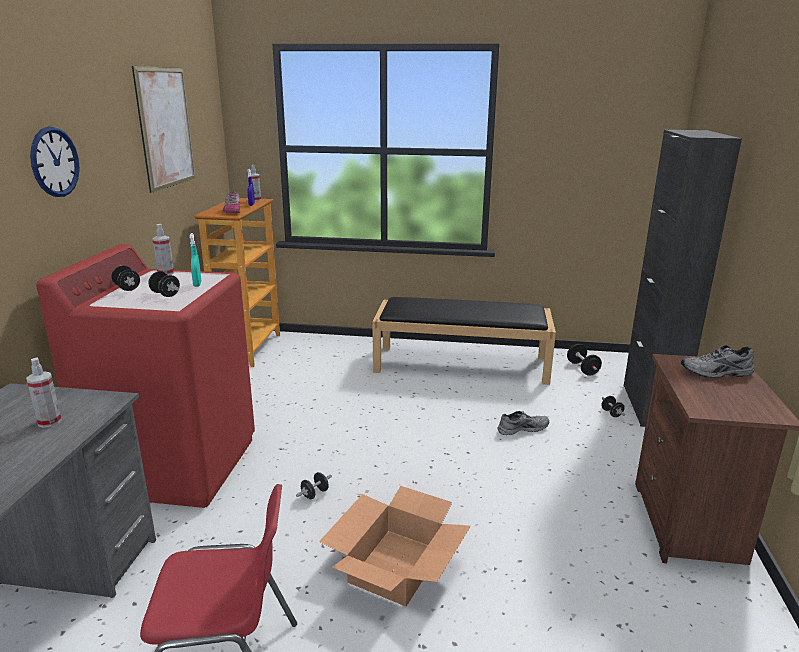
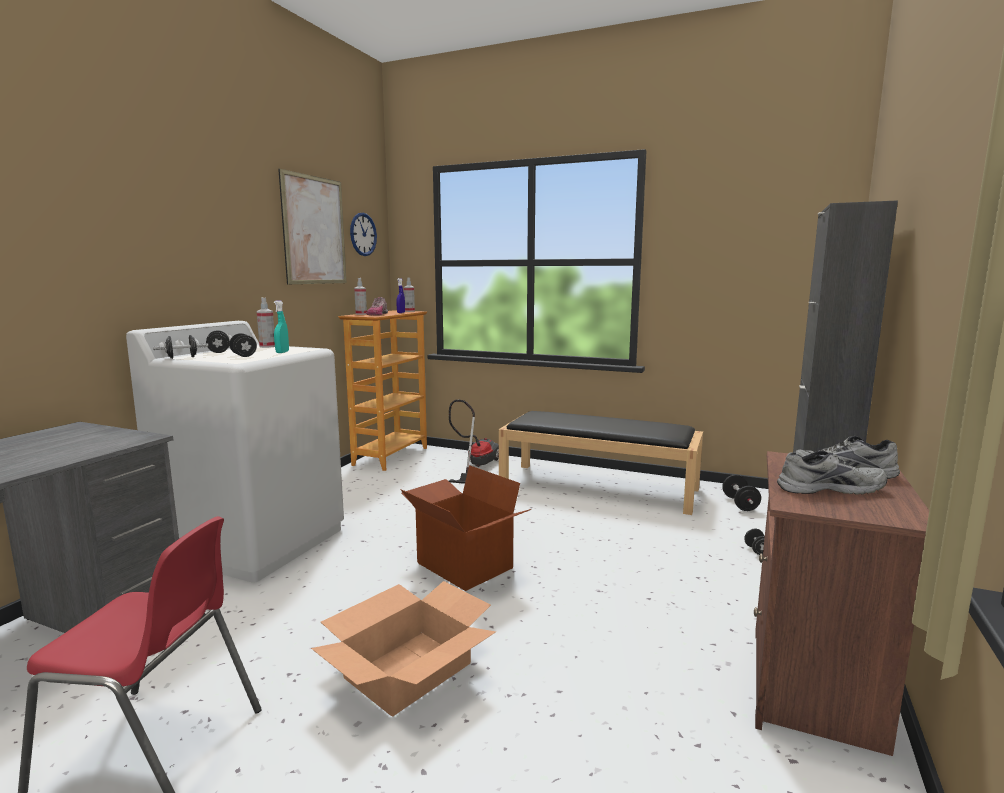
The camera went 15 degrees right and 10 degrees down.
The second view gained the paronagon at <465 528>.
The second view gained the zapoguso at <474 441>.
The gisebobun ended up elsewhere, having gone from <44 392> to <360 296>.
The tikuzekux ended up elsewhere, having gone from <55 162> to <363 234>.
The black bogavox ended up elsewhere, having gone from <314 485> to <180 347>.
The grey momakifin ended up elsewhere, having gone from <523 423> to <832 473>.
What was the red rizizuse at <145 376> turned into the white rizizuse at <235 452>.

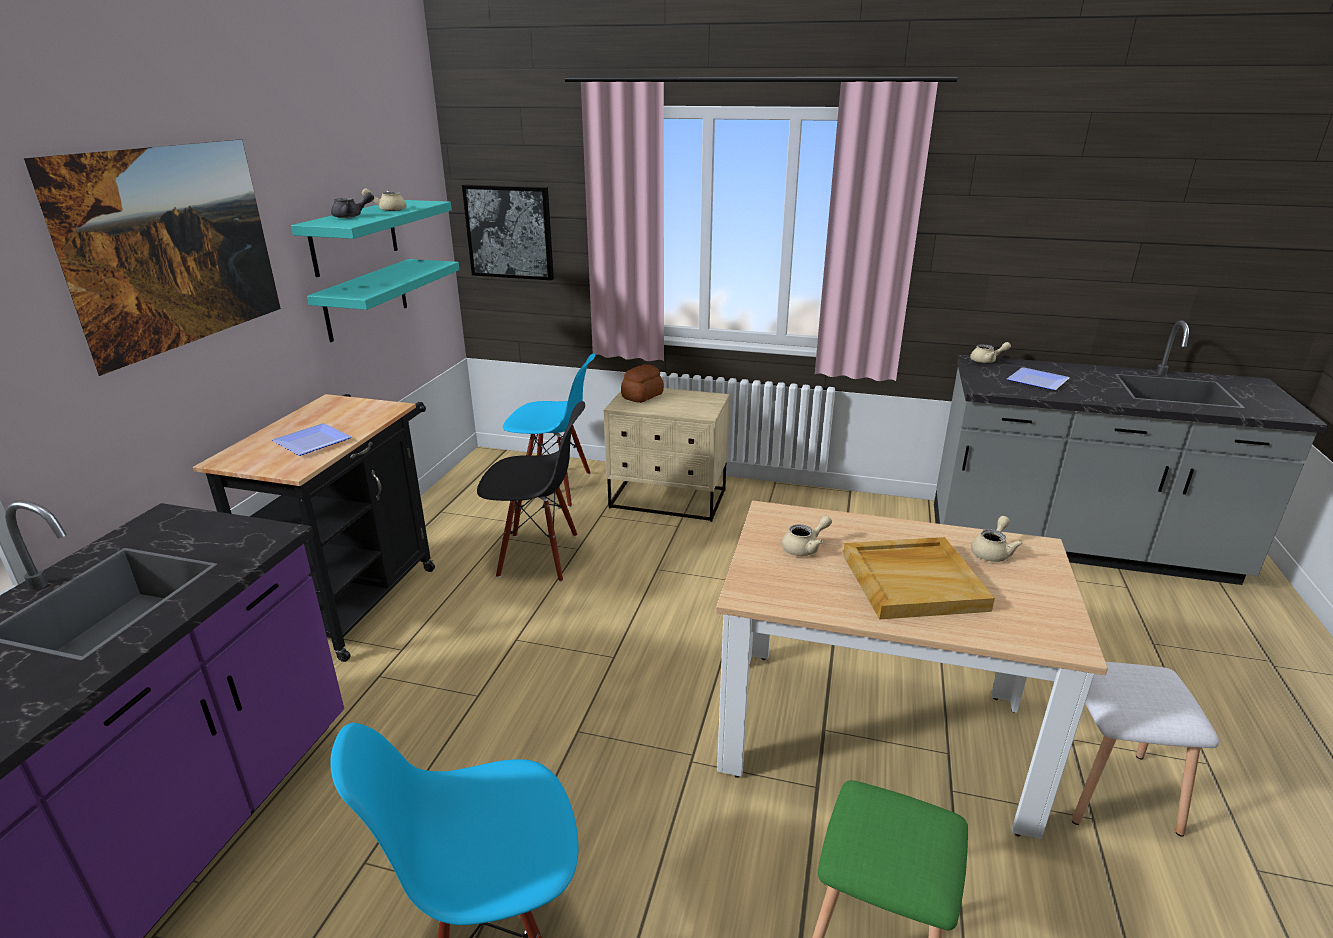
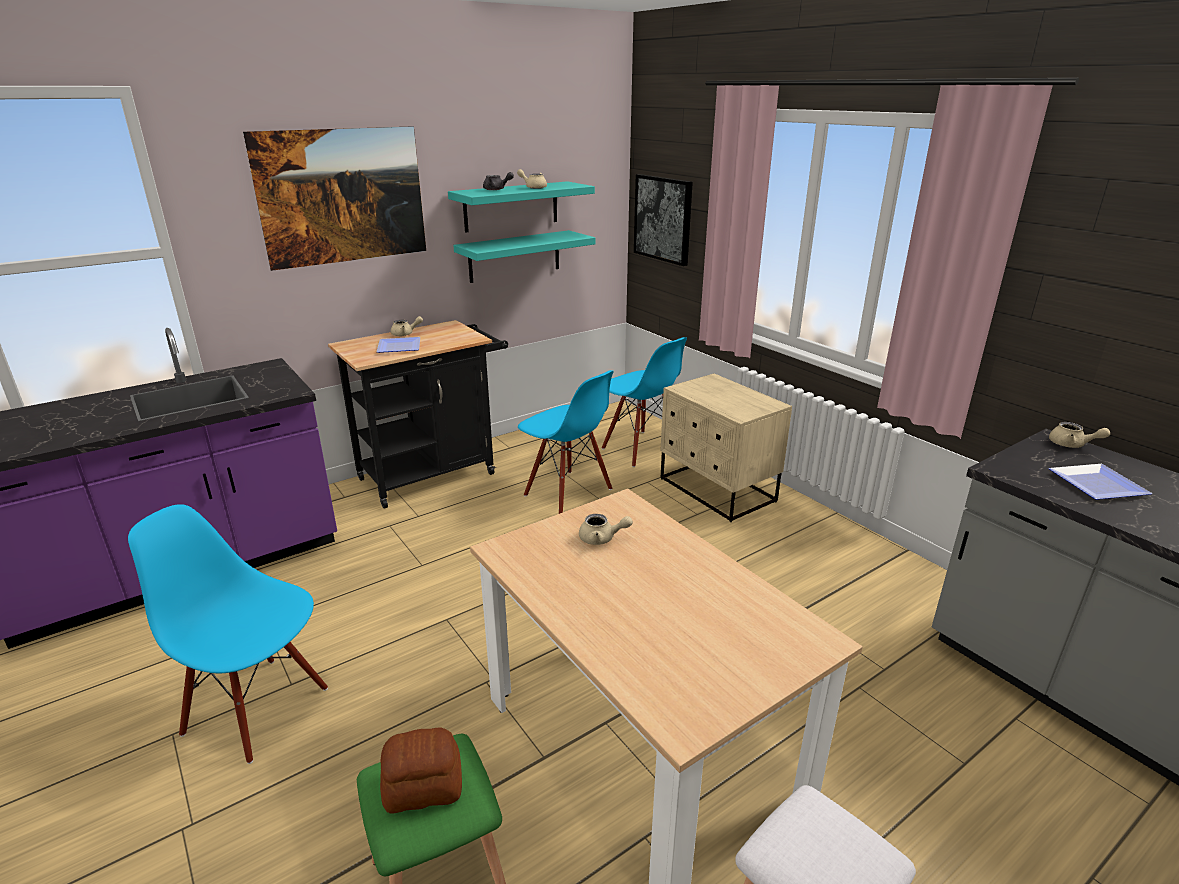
The camera went 40 degrees right and 0 degrees up.
The second view lost the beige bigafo at <919 578>.
The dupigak ended up elsewhere, having gone from <642 383> to <421 770>.
The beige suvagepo ended up elsewhere, having gone from <997 539> to <407 326>.
What was the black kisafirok at <531 491> turned into the blue kisafirok at <566 442>.

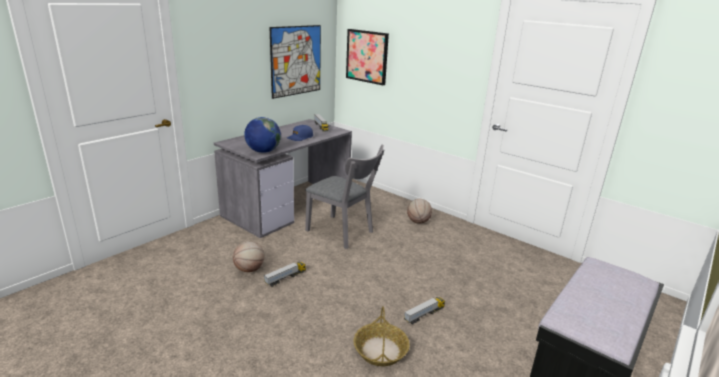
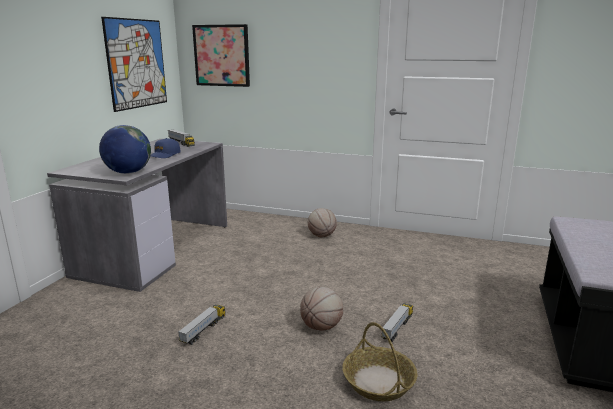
The camera went 20 degrees left and 5 degrees down.
The second view lost the grey kisafirok at <344 196>.
The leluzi ended up elsewhere, having gone from <249 256> to <321 308>.

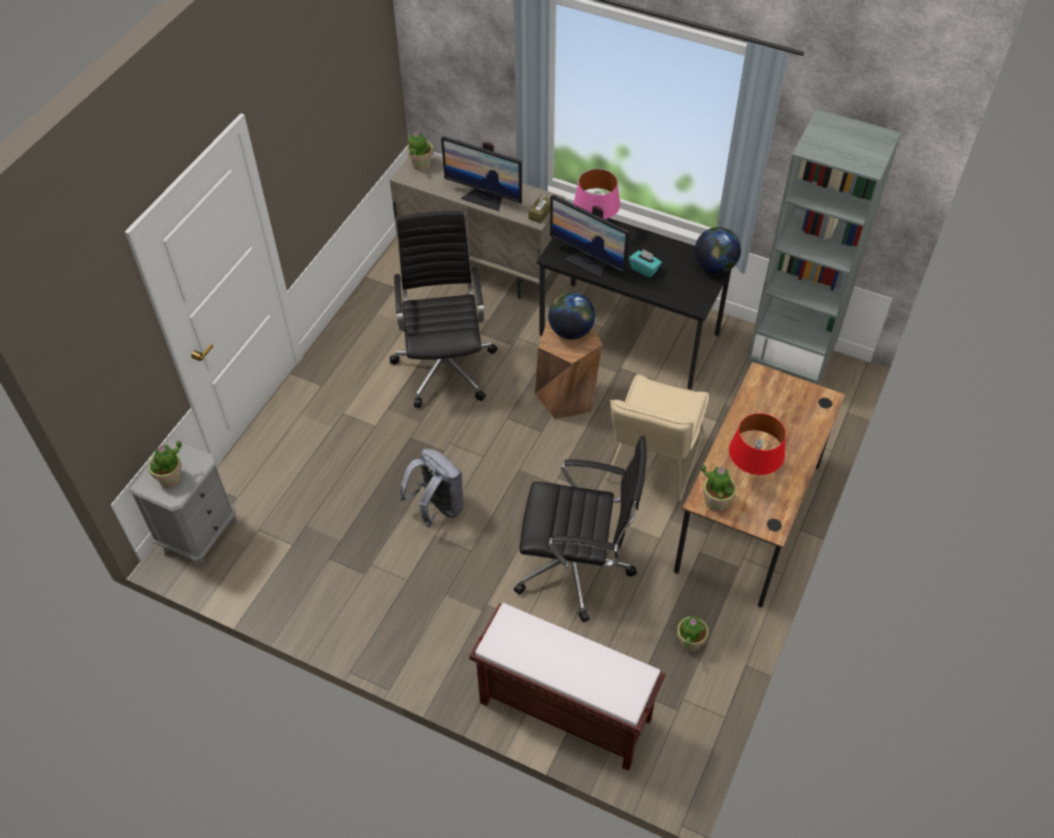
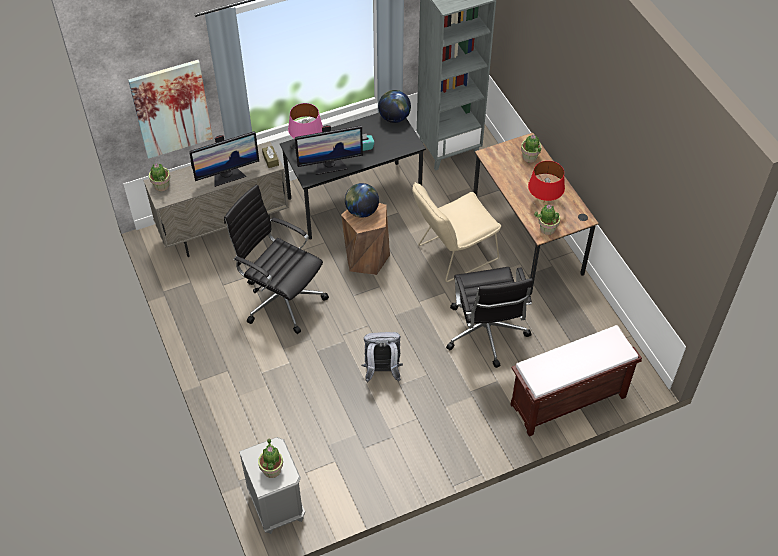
The camera went 50 degrees left and 0 degrees up.
The second view gained the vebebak at <170 109>.
The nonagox ended up elsewhere, having gone from <692 633> to <531 148>.
The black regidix at <580 529> ended up facing another way, 120 degrees clockwise from before.
The beige kisafirok at <657 437> ended up facing another way, 90 degrees clockwise from before.

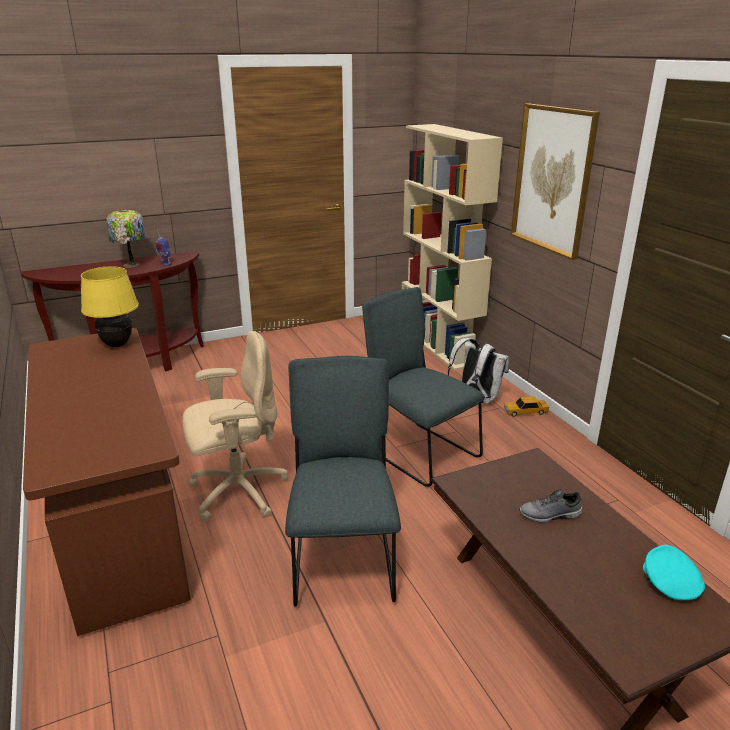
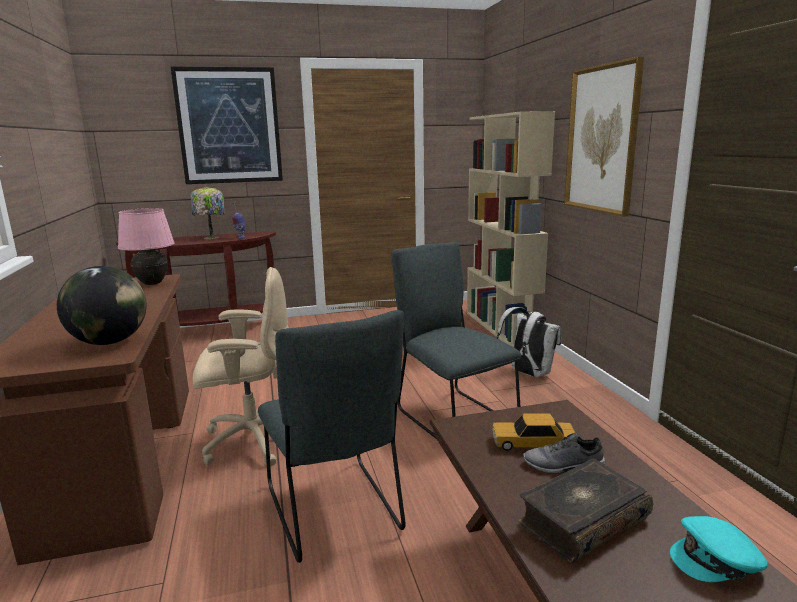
The camera went 10 degrees right and 10 degrees down.
The second view gained the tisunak at <102 305>.
The second view gained the vebebak at <227 125>.
The second view gained the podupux at <585 511>.
The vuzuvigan ended up elsewhere, having gone from <527 406> to <534 432>.
What was the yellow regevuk at <110 306> turned into the pink regevuk at <146 246>.
The grey kisafirok at <343 481> ended up facing another way, 150 degrees clockwise from before.
The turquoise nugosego at <674 572> ended up facing another way, 105 degrees counterclockwise from before.

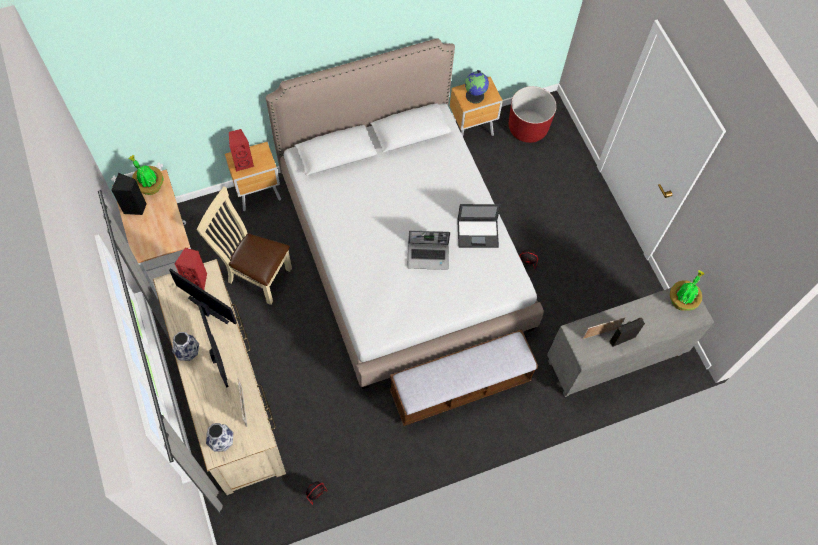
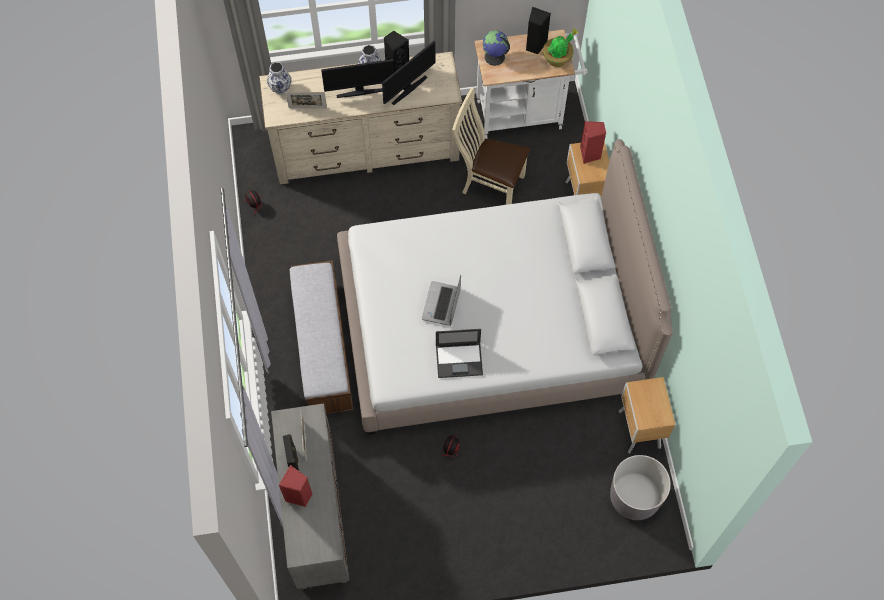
The camera went 105 degrees right and 0 degrees up.
The second view lost the nonagox at <687 290>.
The second view gained the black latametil at <396 51>.
The red latametil ended up elsewhere, having gone from <191 269> to <295 486>.
The tisunak ended up elsewhere, having gone from <477 86> to <496 48>.
What was the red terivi at <533 114> turned into the grey terivi at <640 487>.
The beige kisafirok at <244 246> ended up facing another way, 105 degrees counterclockwise from before.
The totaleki at <479 226> ended up facing another way, 105 degrees counterclockwise from before.

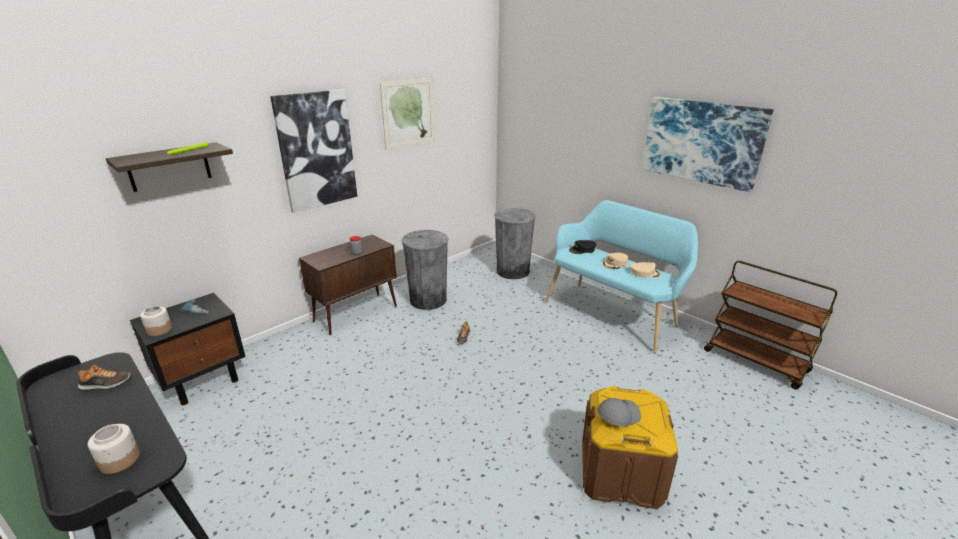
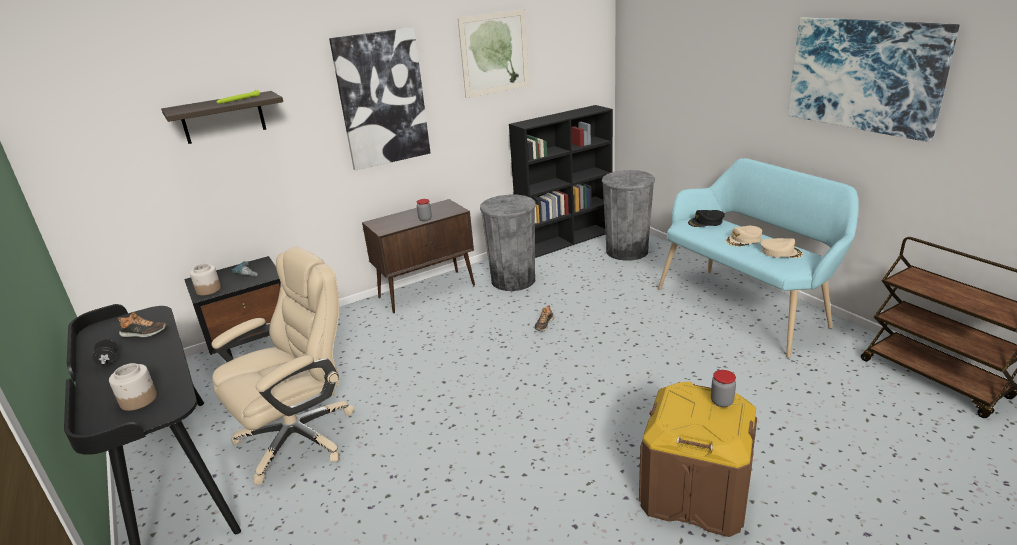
The camera went 15 degrees right and 0 degrees up.
The second view lost the grey nugosego at <619 412>.
The second view gained the black bogavox at <105 352>.
The second view gained the beige regidix at <283 366>.
The second view gained the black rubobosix at <561 181>.
The second view gained the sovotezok at <723 388>.

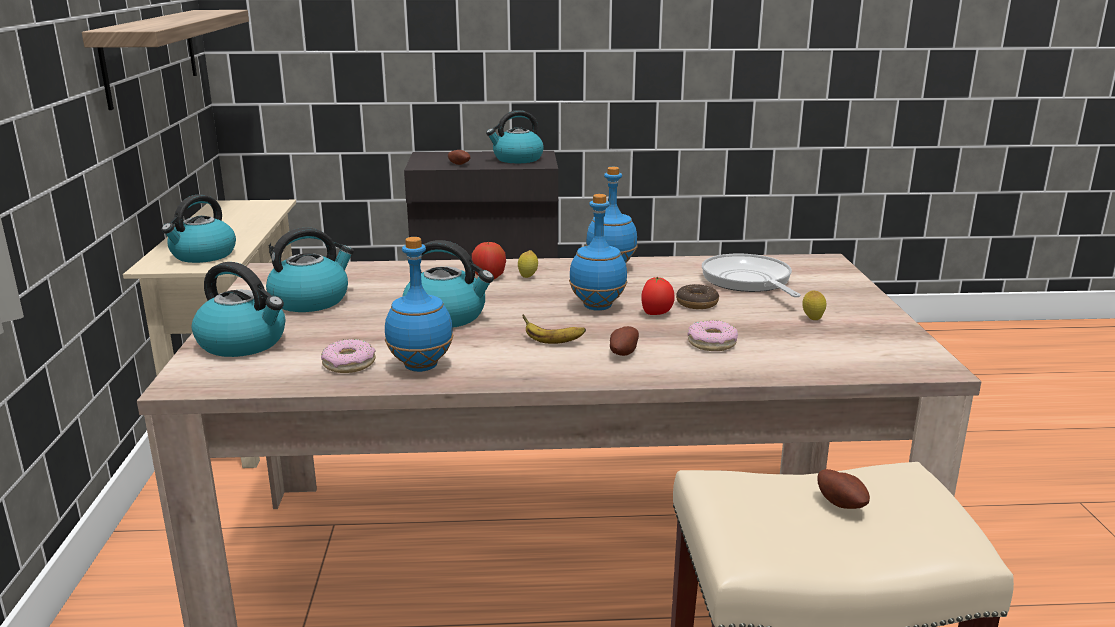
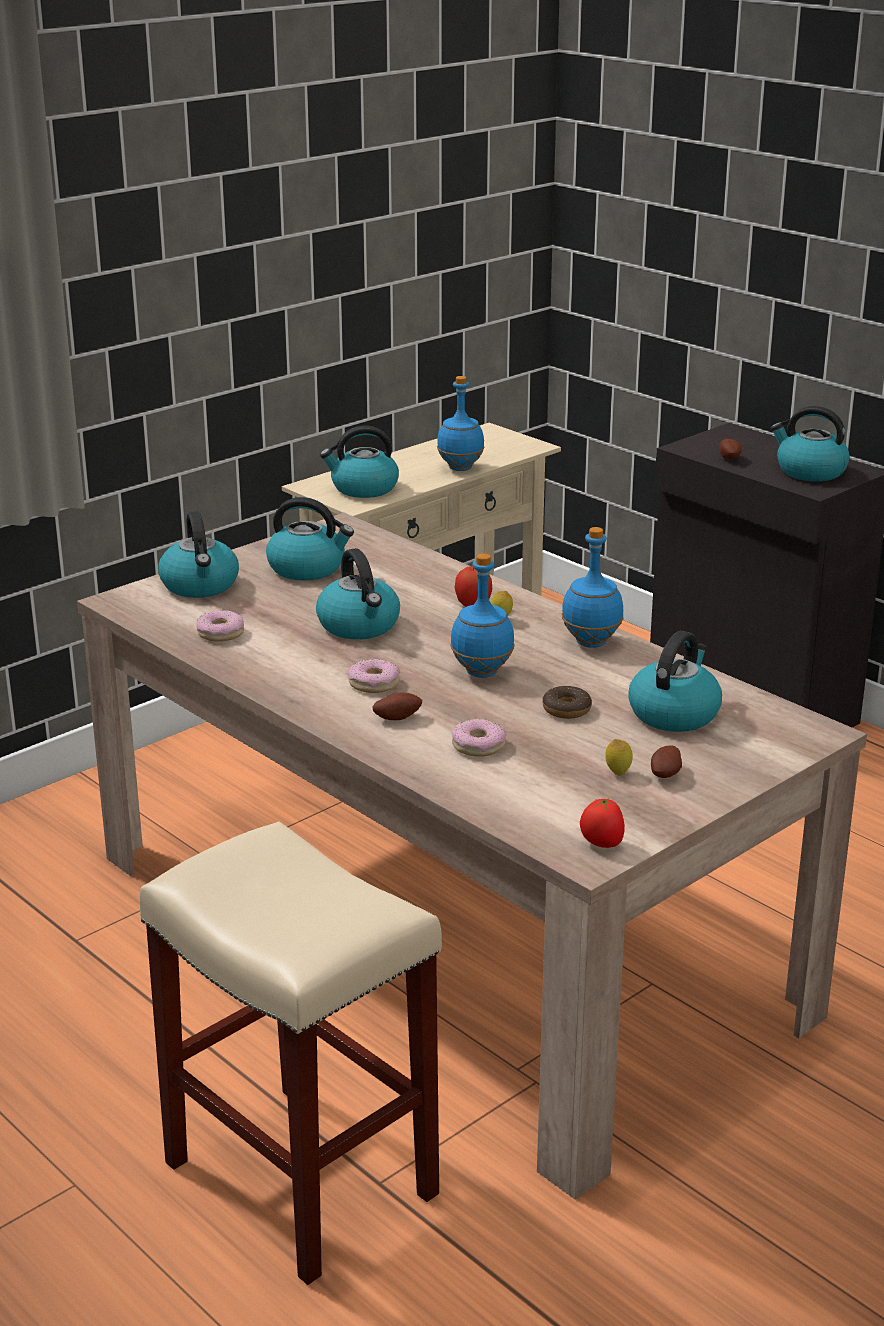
The camera went 50 degrees right and 5 degrees up.
The second view lost the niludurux at <165 60>.
The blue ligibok ended up elsewhere, having gone from <419 304> to <461 423>.
The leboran ended up elsewhere, having gone from <658 296> to <602 823>.
The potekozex ended up elsewhere, having gone from <843 489> to <666 761>.
Where the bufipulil stood at <554 329>, the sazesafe came to stand at <374 676>.
Where the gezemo stood at <751 275>, the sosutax came to stand at <675 681>.

